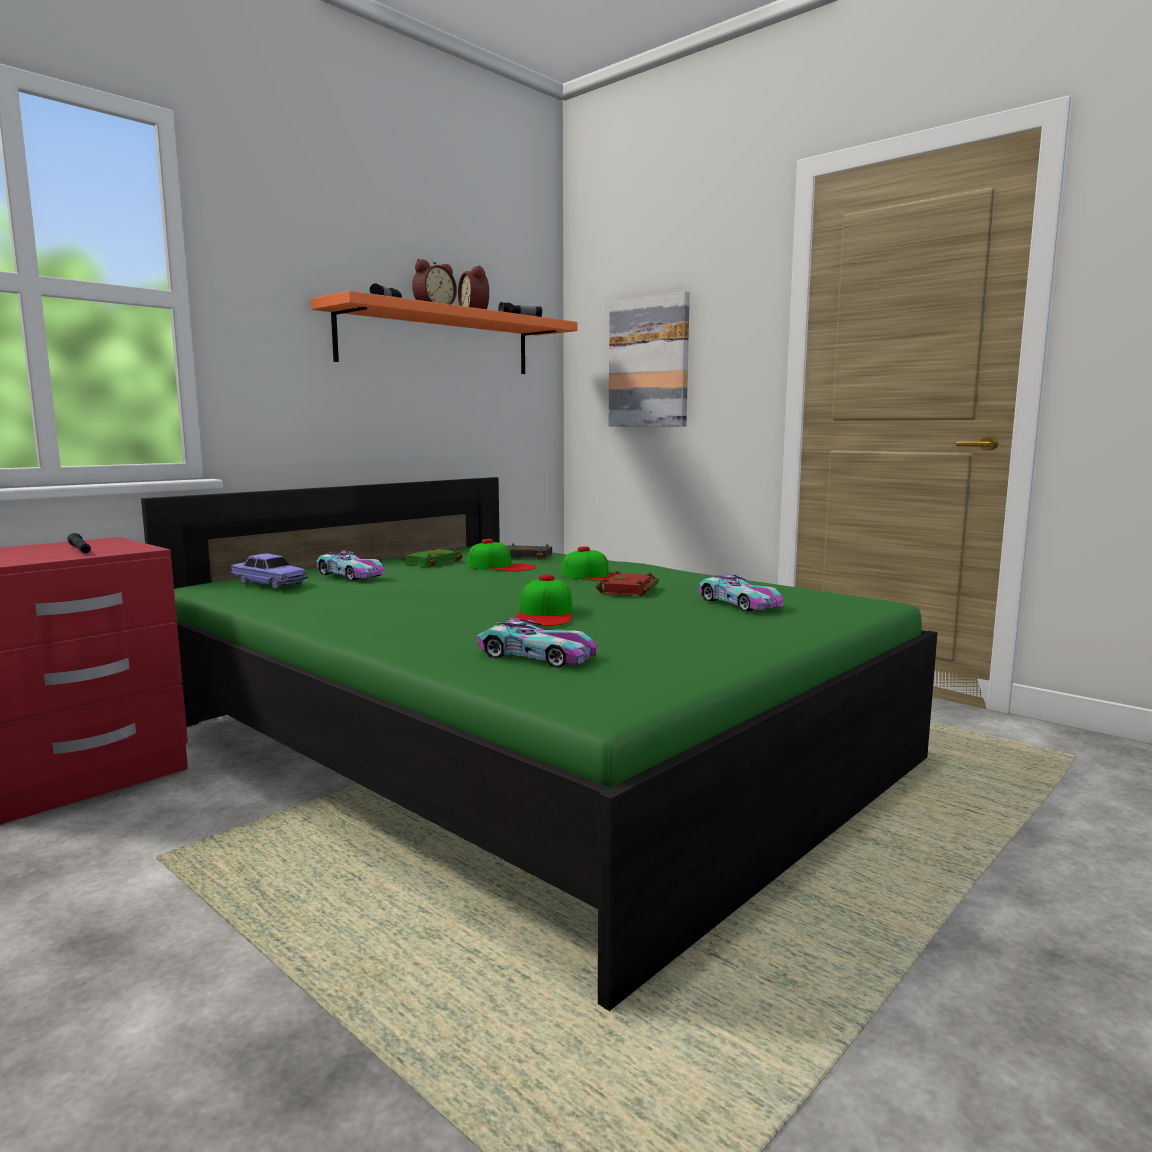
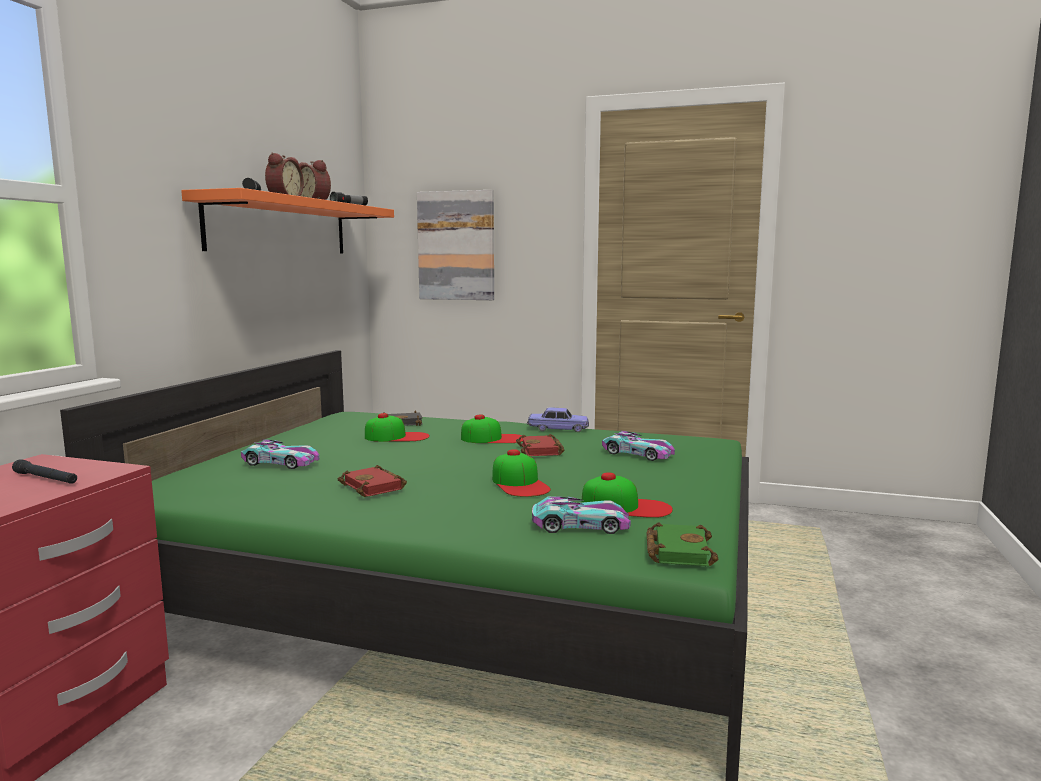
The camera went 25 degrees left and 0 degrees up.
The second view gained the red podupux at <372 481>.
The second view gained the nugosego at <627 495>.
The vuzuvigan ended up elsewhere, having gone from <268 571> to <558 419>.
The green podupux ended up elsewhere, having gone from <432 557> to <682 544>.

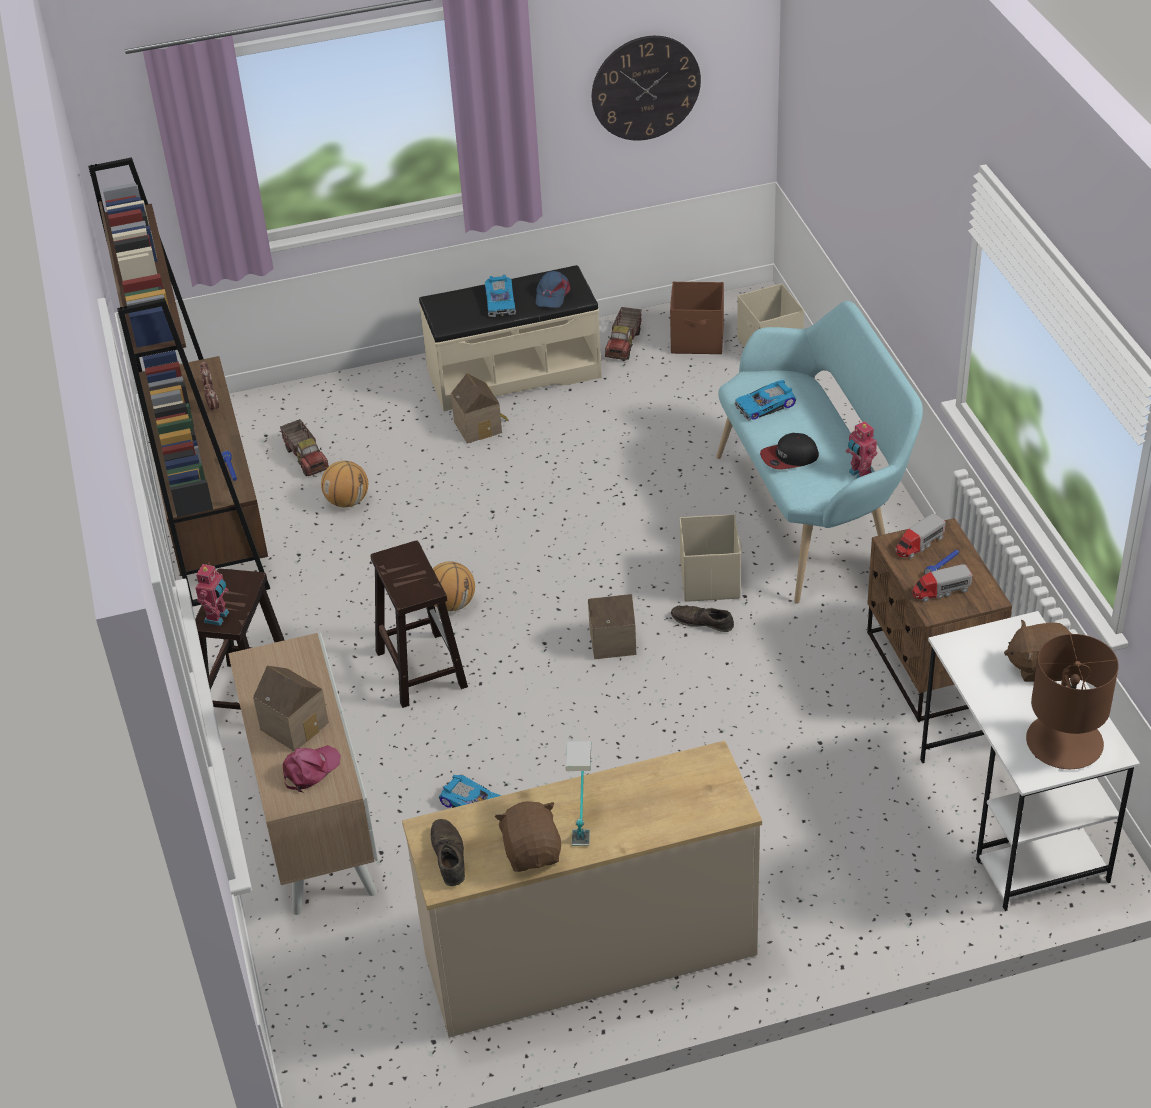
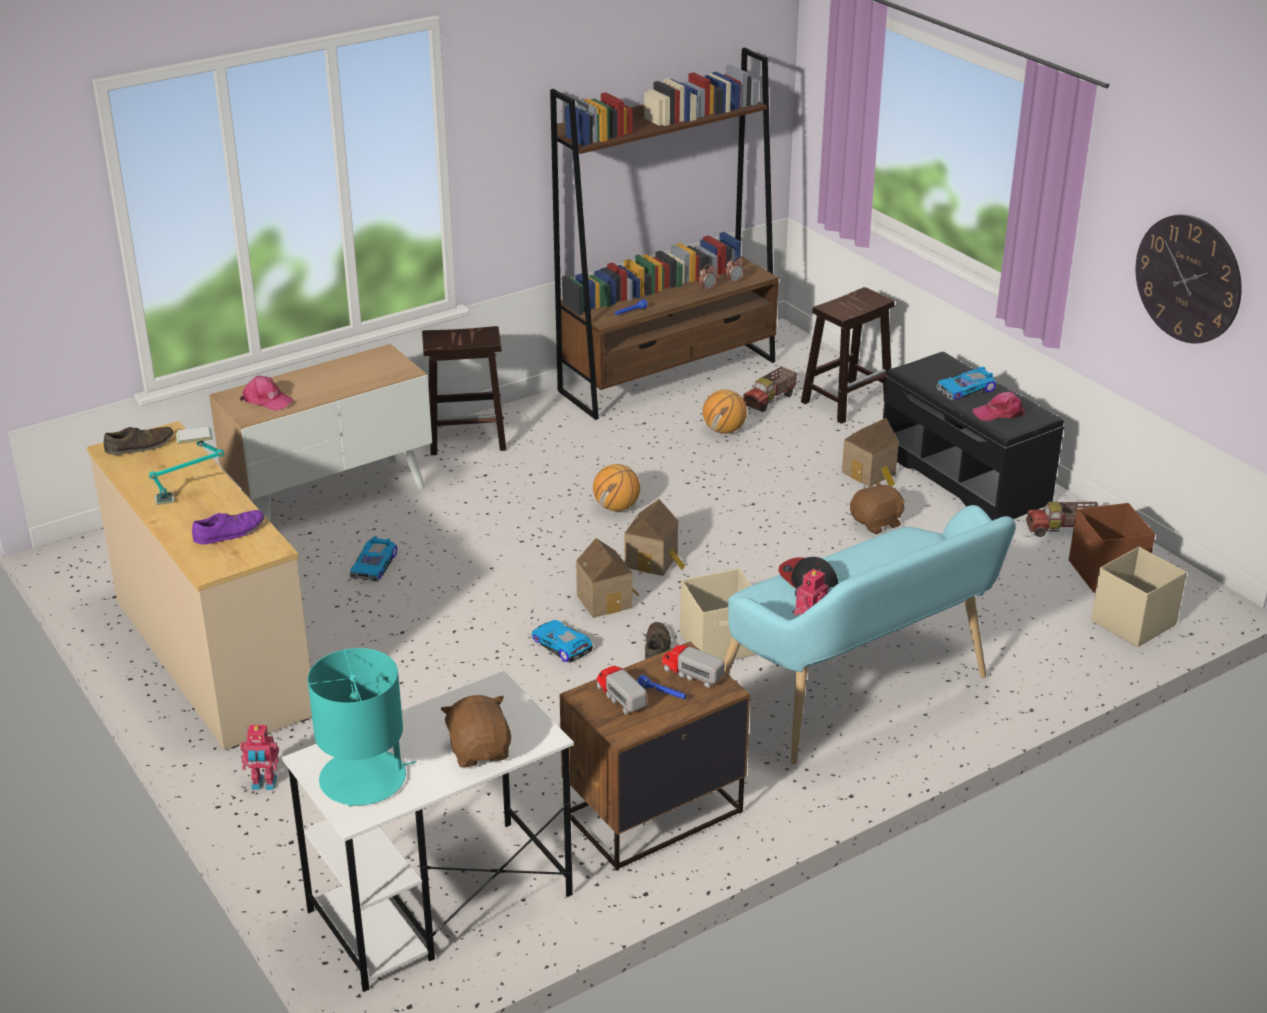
The camera went 70 degrees right and 10 degrees down.
The second view gained the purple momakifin at <228 527>.
The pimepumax ended up elsewhere, having gone from <212 594> to <259 757>.
The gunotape ended up elsewhere, having gone from <291 708> to <655 537>.
The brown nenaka ended up elsewhere, having gone from <419 624> to <848 355>.
The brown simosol ended up elsewhere, having gone from <528 836> to <877 507>.
The vuzuvigan ended up elsewhere, having gone from <765 400> to <562 641>.
What was the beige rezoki at <510 338> turned into the black rezoki at <973 436>.
What was the blue nugosego at <553 289> turned into the pink nugosego at <998 406>.
What was the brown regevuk at <1072 701> turned into the turquoise regevuk at <361 727>.

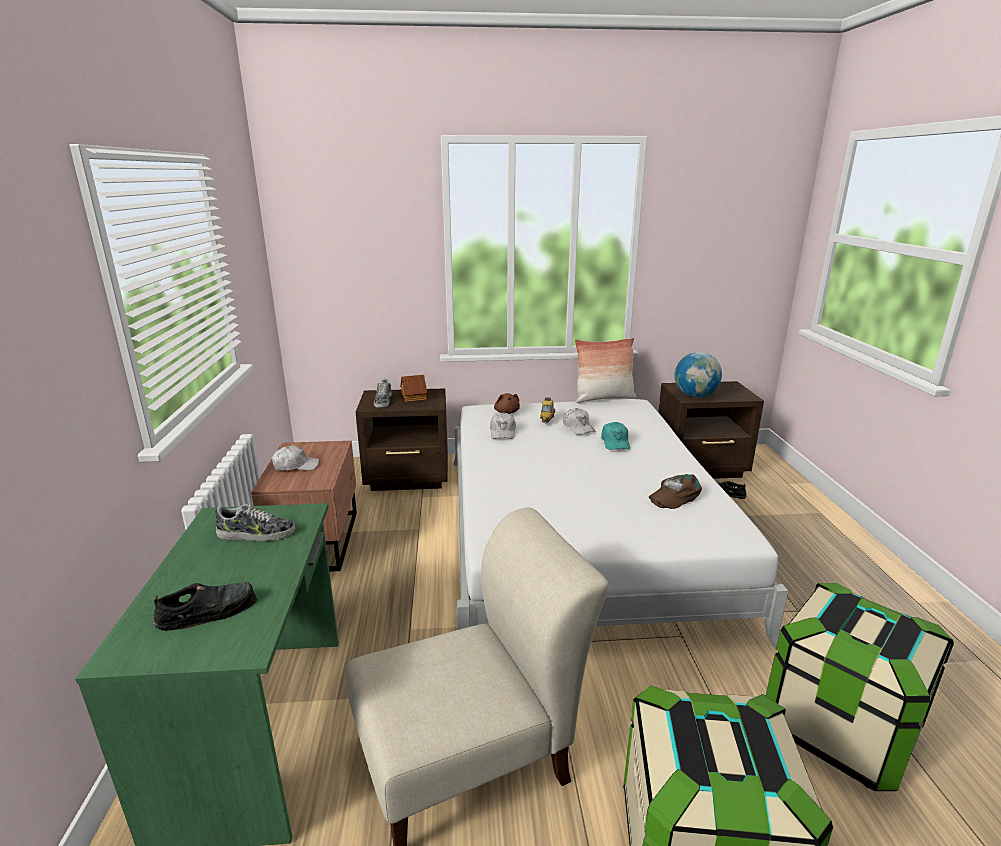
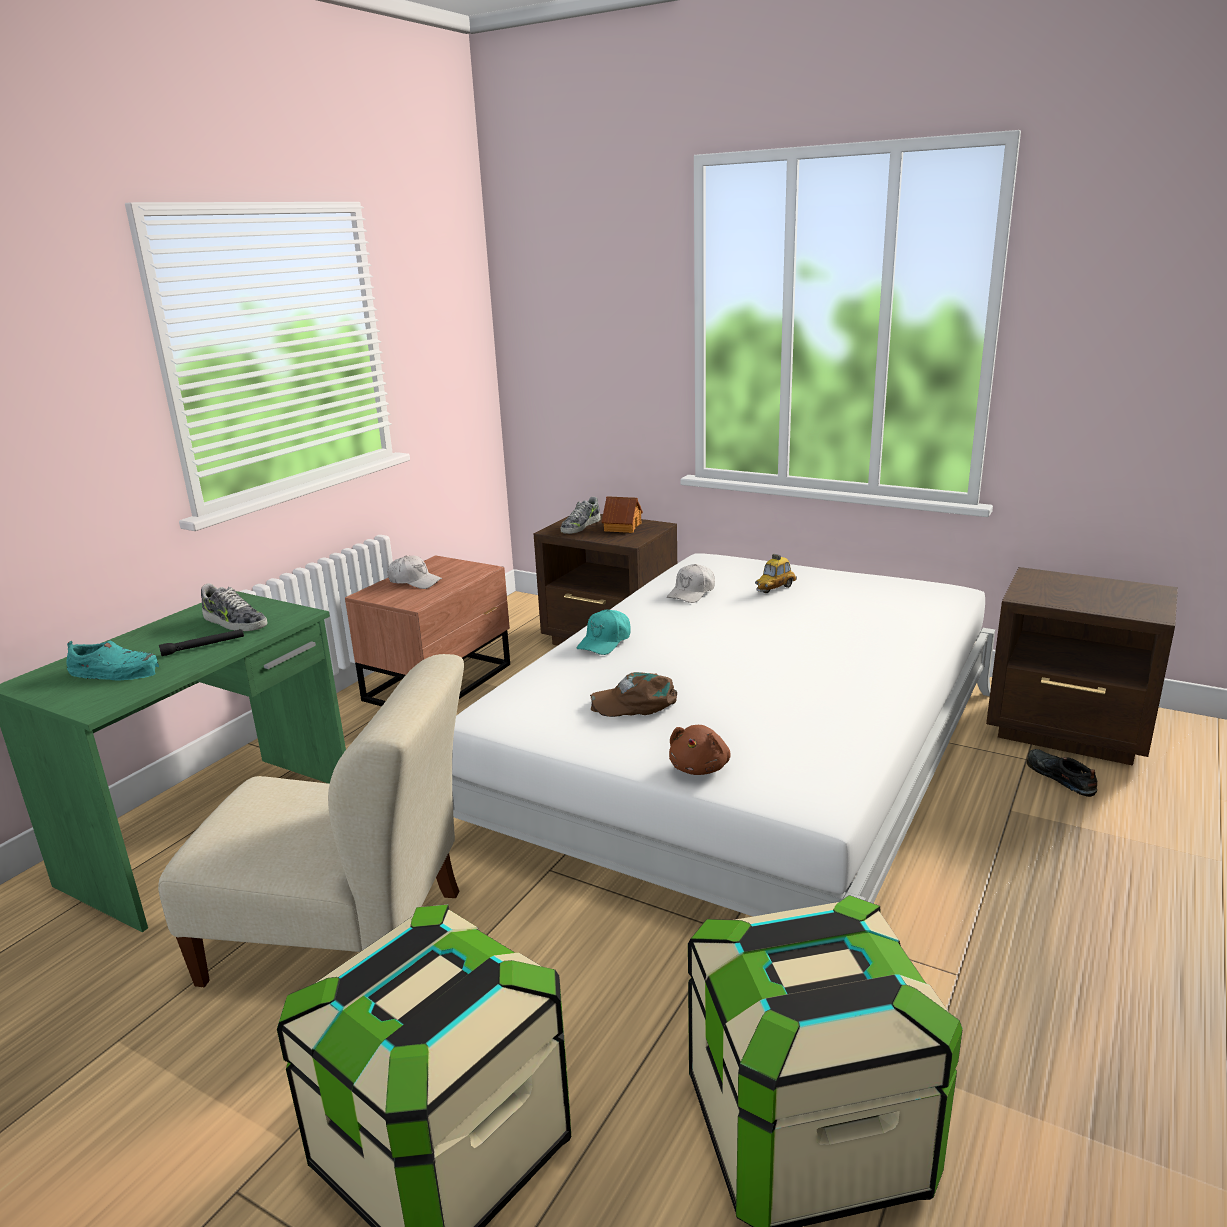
The camera went 35 degrees right and 0 degrees up.
The second view lost the white nugosego at <579 421>.
The second view lost the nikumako at <606 370>.
The second view lost the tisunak at <698 375>.
The second view gained the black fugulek at <201 642>.
The brown simosol ended up elsewhere, having gone from <507 403> to <700 750>.
The turquoise nugosego ended up elsewhere, having gone from <615 436> to <604 632>.
The brown nugosego ended up elsewhere, having gone from <675 491> to <633 694>.
What was the black momakifin at <205 606> turned into the turquoise momakifin at <112 660>.

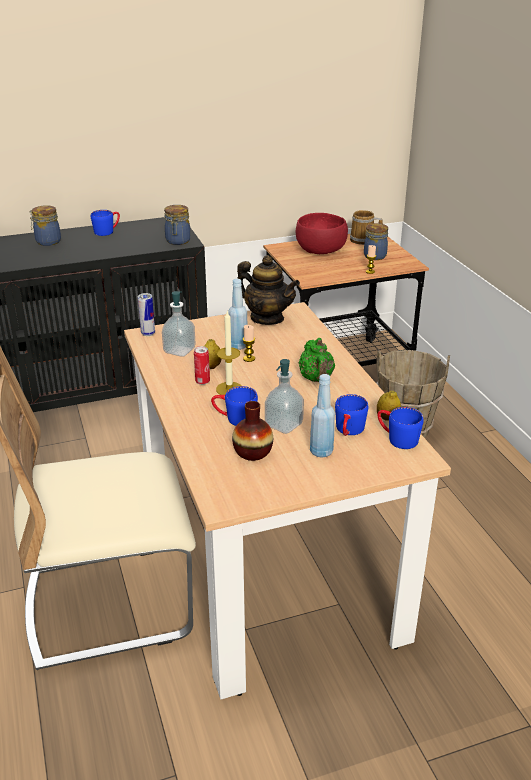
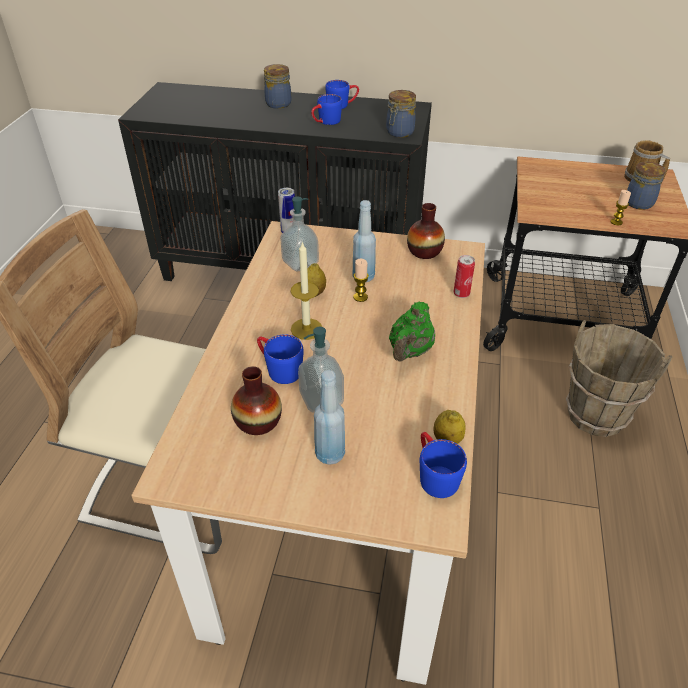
The camera went 30 degrees right and 10 degrees up.
The second view lost the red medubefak at <322 233>.
The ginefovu ended up elsewhere, having gone from <202 365> to <464 276>.
The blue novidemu ended up elsewhere, having gone from <352 415> to <326 109>.
Where the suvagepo stood at <268 290>, the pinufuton came to stand at <426 231>.

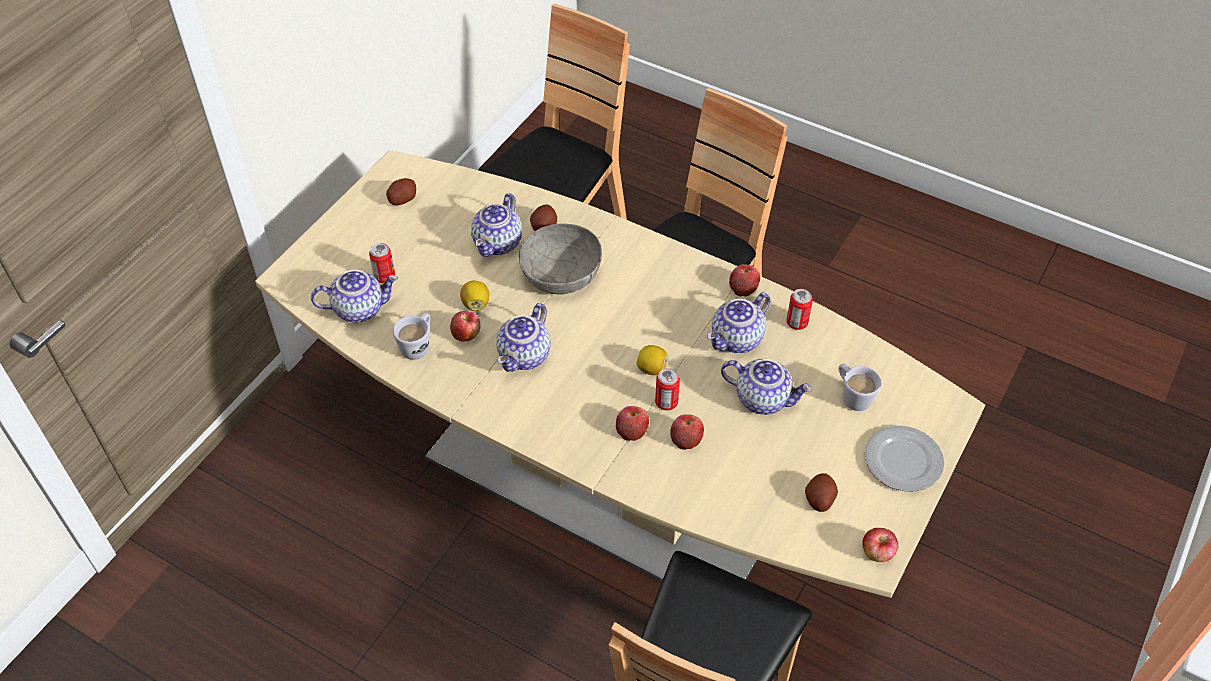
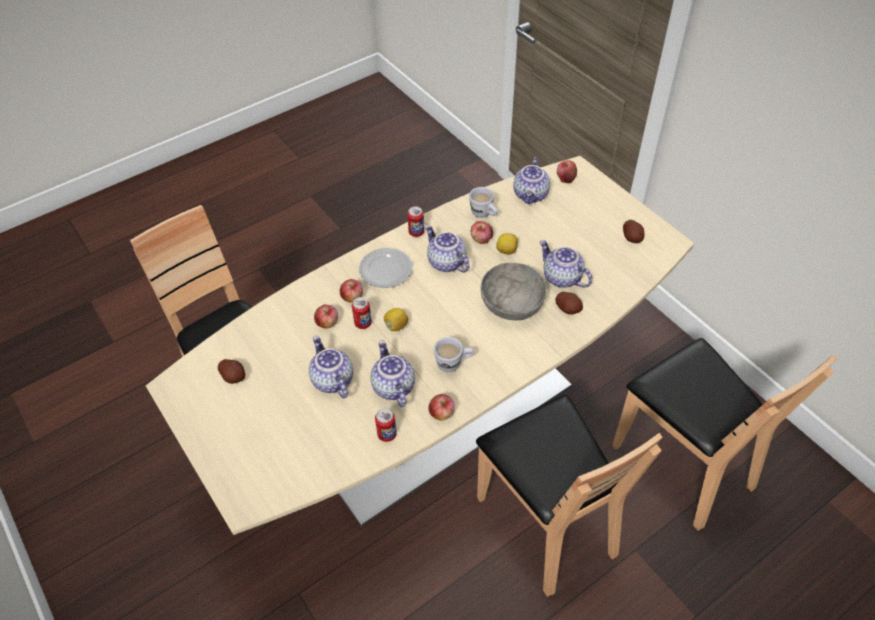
The camera went 115 degrees right and 0 degrees up.
The ginefovu ended up elsewhere, having gone from <382 263> to <415 221>.
The white novidemu ended up elsewhere, having gone from <860 387> to <454 354>.
The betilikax ended up elsewhere, having gone from <880 545> to <567 172>.
The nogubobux ended up elsewhere, having gone from <904 458> to <386 268>.
The suvagepo at <766 387> ended up facing another way, 105 degrees clockwise from before.

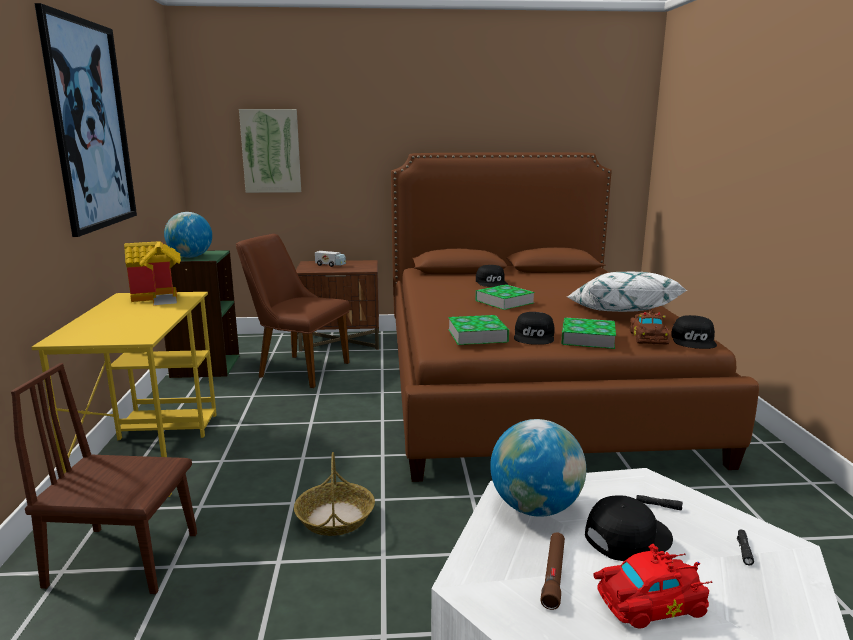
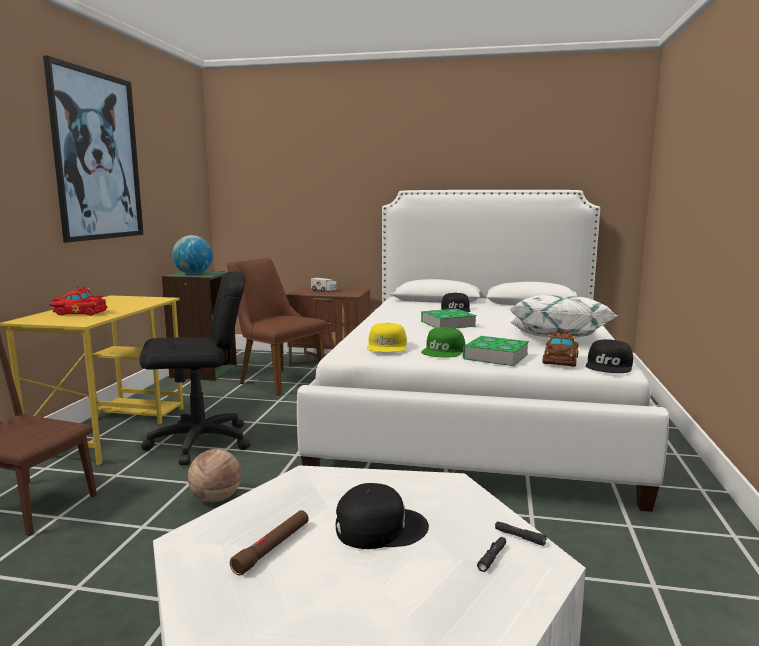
The camera went 15 degrees right and 5 degrees down.
The second view lost the gunotape at <152 273>.
The second view lost the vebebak at <270 151>.
The second view lost the tisunak at <538 468>.
The second view gained the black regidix at <195 368>.
The red vuzuvigan ended up elsewhere, having gone from <652 586> to <78 301>.
The black fugulek ended up elsewhere, having gone from <659 502> to <520 533>.
Where the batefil stood at <334 494>, the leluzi came to stand at <214 475>.
Where the podupux stood at <478 330>, the yellow nugosego came to stand at <387 337>.
What was the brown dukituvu at <575 317> turned into the white dukituvu at <483 351>.
What was the black nugosego at <534 328> turned into the green nugosego at <443 342>.

